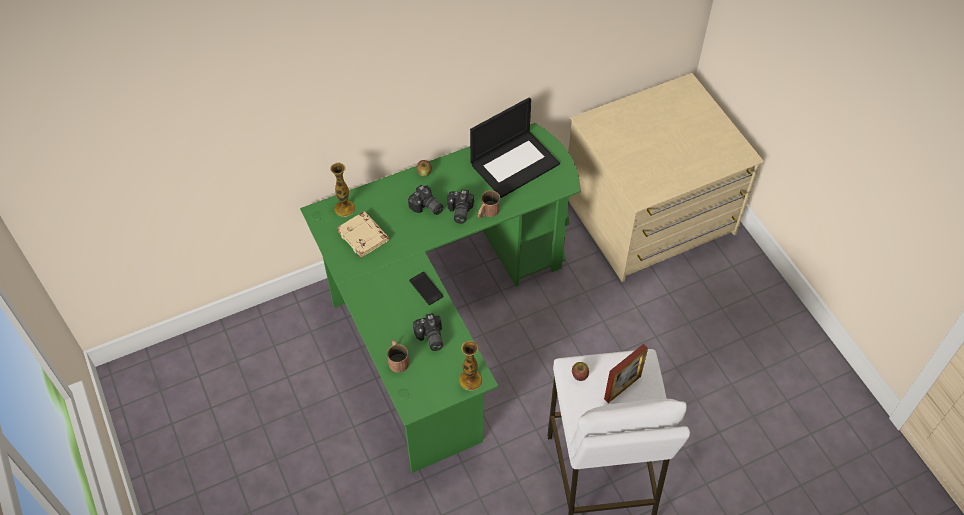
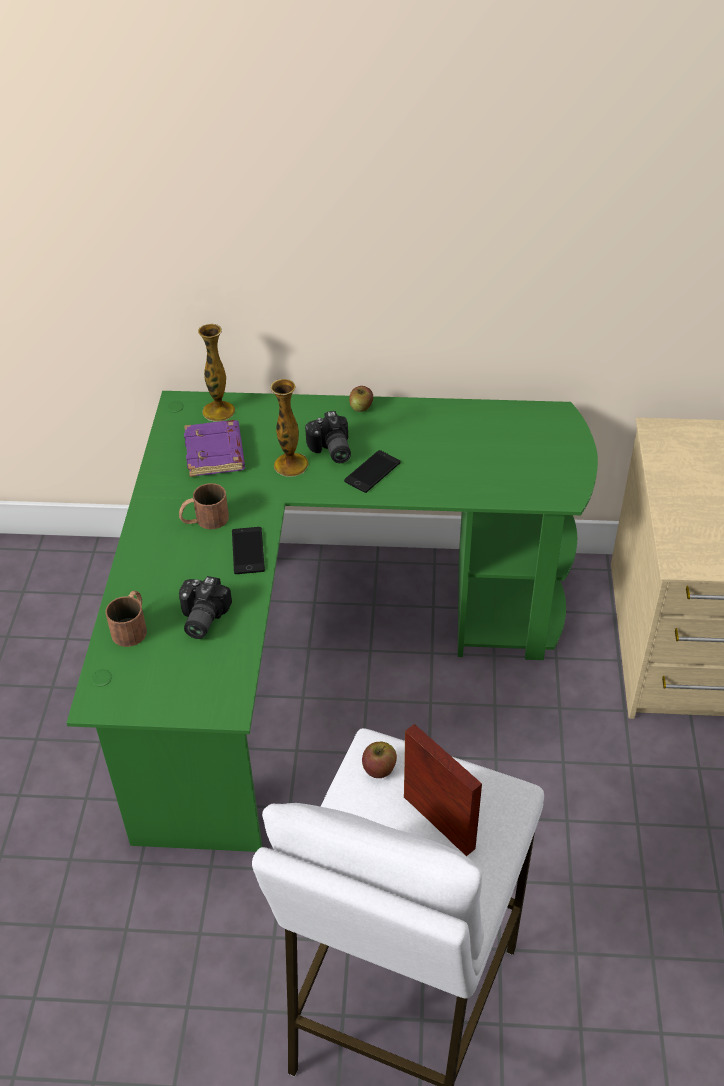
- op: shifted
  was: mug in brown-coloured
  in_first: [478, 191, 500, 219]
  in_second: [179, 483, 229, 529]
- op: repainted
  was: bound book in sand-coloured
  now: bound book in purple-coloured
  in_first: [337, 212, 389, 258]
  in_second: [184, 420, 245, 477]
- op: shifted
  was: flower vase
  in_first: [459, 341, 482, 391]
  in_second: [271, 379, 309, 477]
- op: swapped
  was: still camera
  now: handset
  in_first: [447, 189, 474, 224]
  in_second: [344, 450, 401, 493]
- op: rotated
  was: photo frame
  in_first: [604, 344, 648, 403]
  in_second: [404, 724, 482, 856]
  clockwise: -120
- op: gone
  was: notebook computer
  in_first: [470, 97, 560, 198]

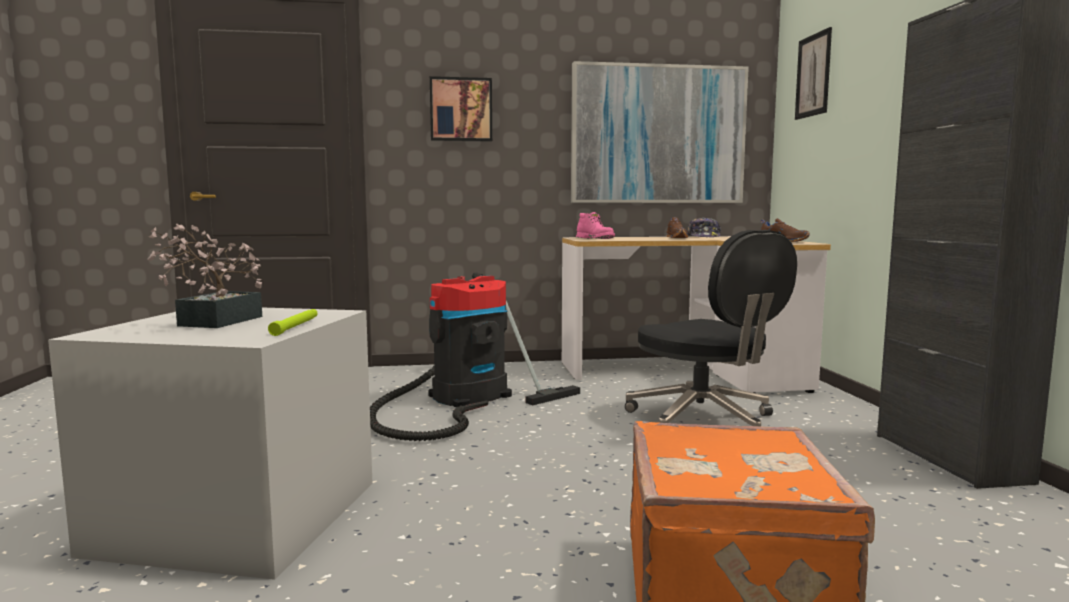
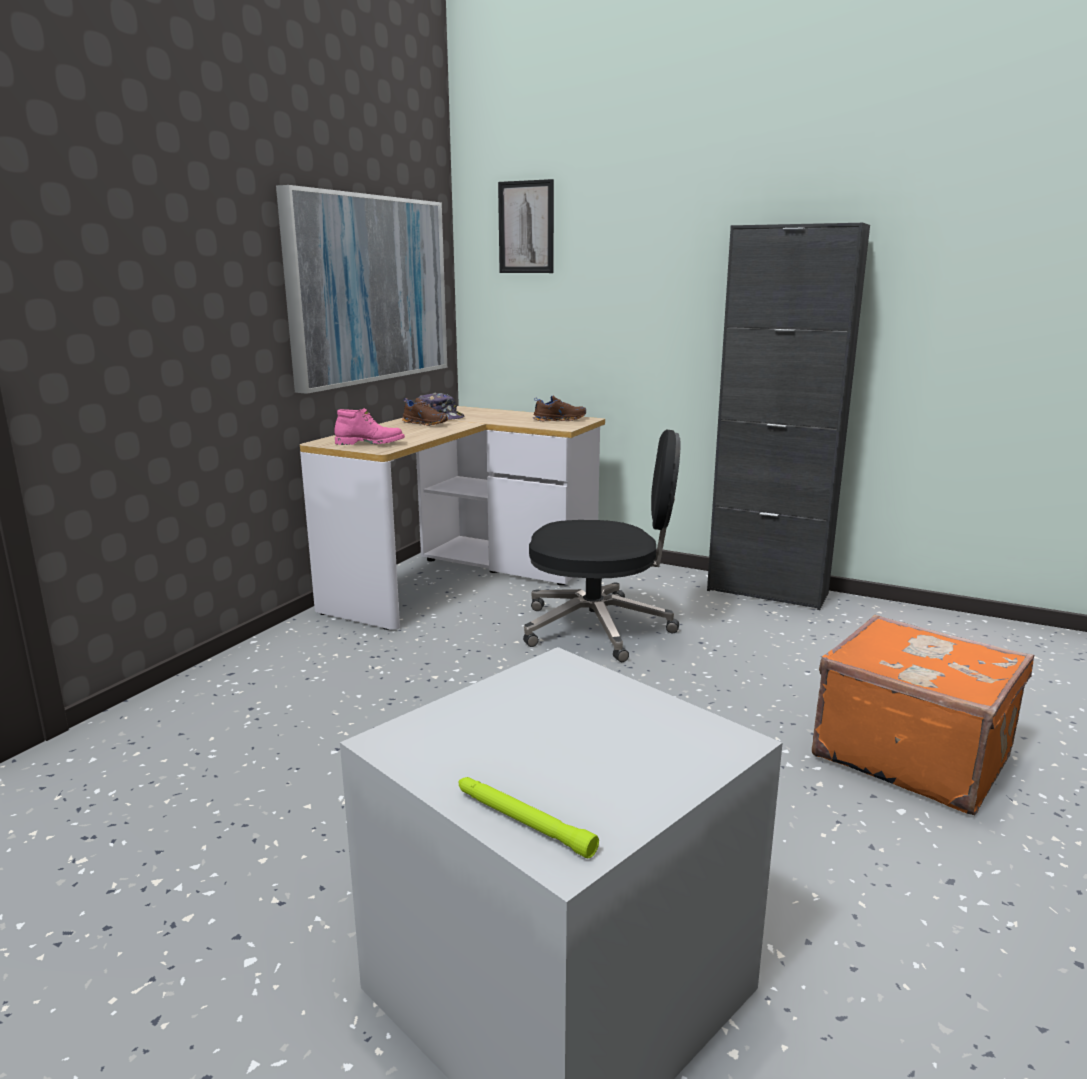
- op: shifted
  was: torch in green-coloured
  in_first: [268, 309, 318, 336]
  in_second: [458, 777, 599, 858]
- op: gone
  was: houseplant
  in_first: [147, 223, 262, 328]
- op: gone
  was: vacuum cleaner
  in_first: [370, 273, 580, 441]
- op: gone
  was: picture
  in_first: [430, 76, 492, 142]

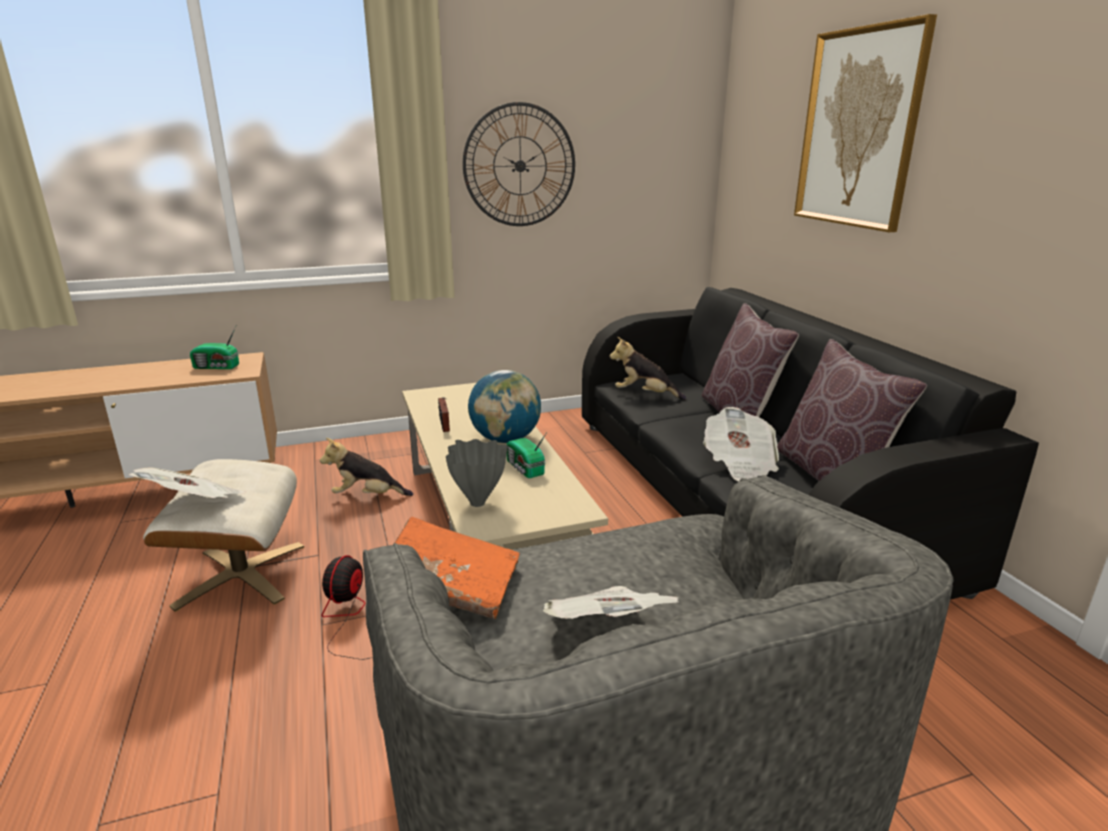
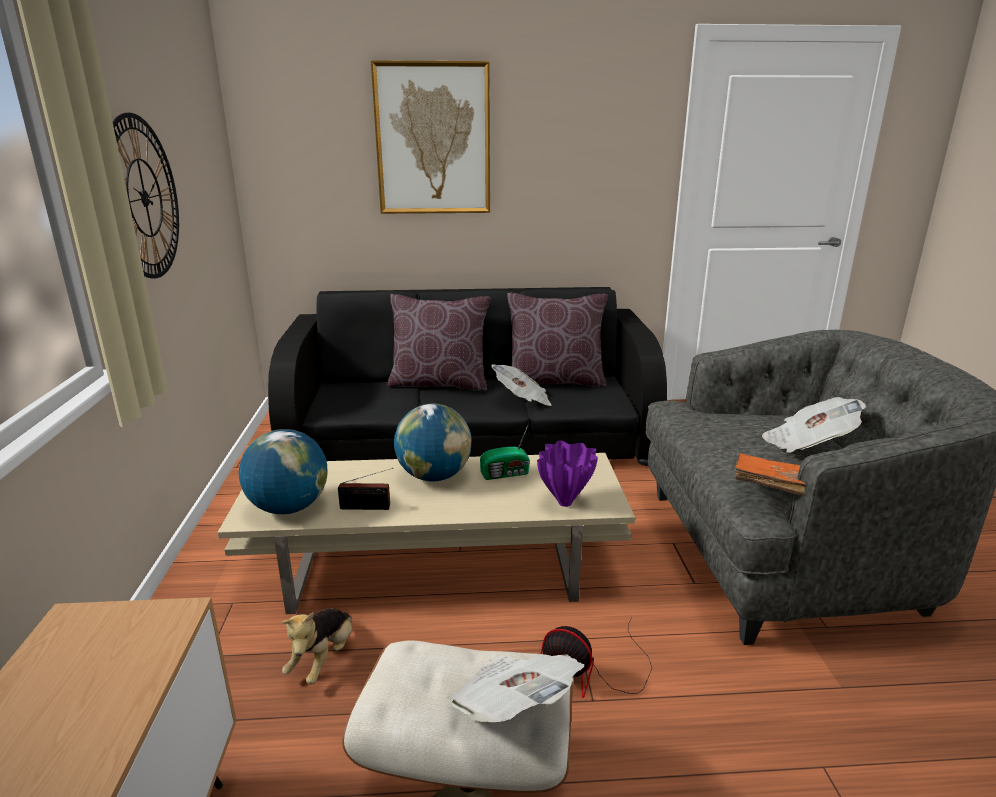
- op: new
  now: world globe
  in_second: [239, 429, 327, 514]
- op: repainted
  was: flower vase in gray
  now: flower vase in purple-coloured
  in_first: [446, 439, 508, 507]
  in_second: [537, 441, 598, 507]
- op: gone
  was: radio
  in_first: [190, 326, 239, 369]
- op: gone
  was: cuddly toy
  in_first: [610, 337, 686, 400]

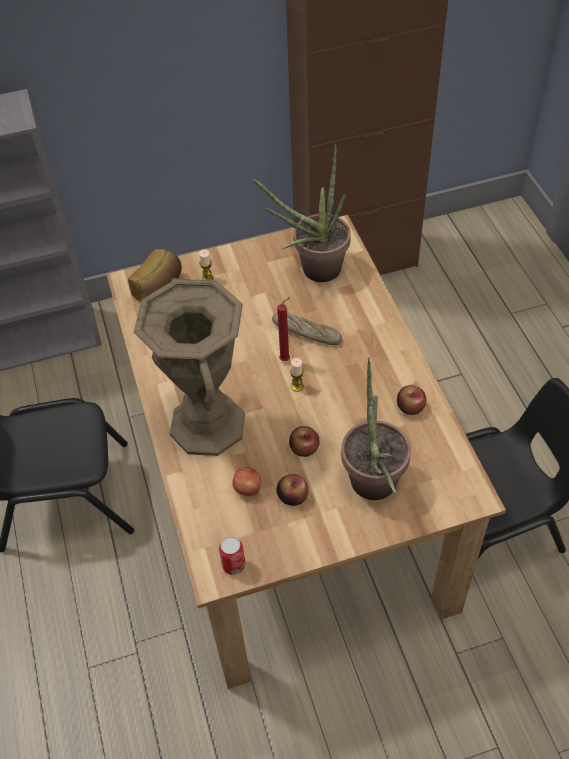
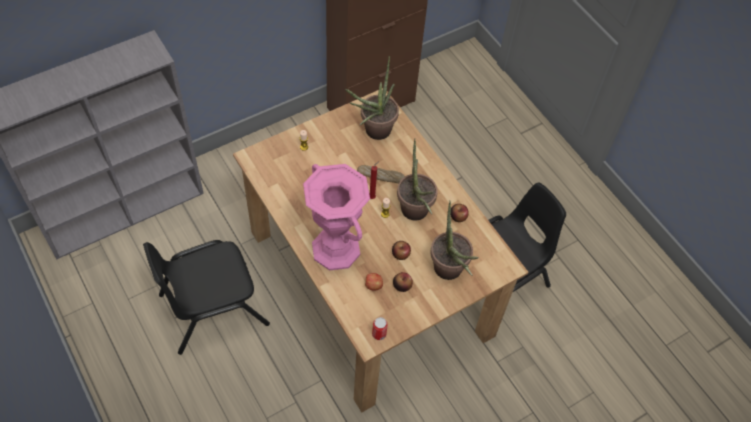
- op: repainted
  was: flower vase in brown-coloured
  now: flower vase in pinkish
  in_first: [134, 278, 245, 456]
  in_second: [303, 164, 370, 270]
- op: new
  now: houseplant
  in_second: [397, 138, 438, 220]
- op: gone
  was: bread
  in_first: [128, 249, 182, 302]

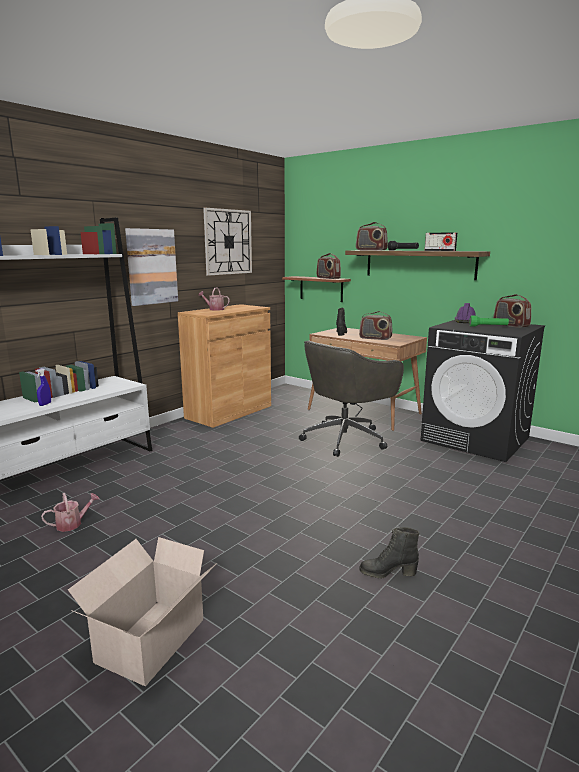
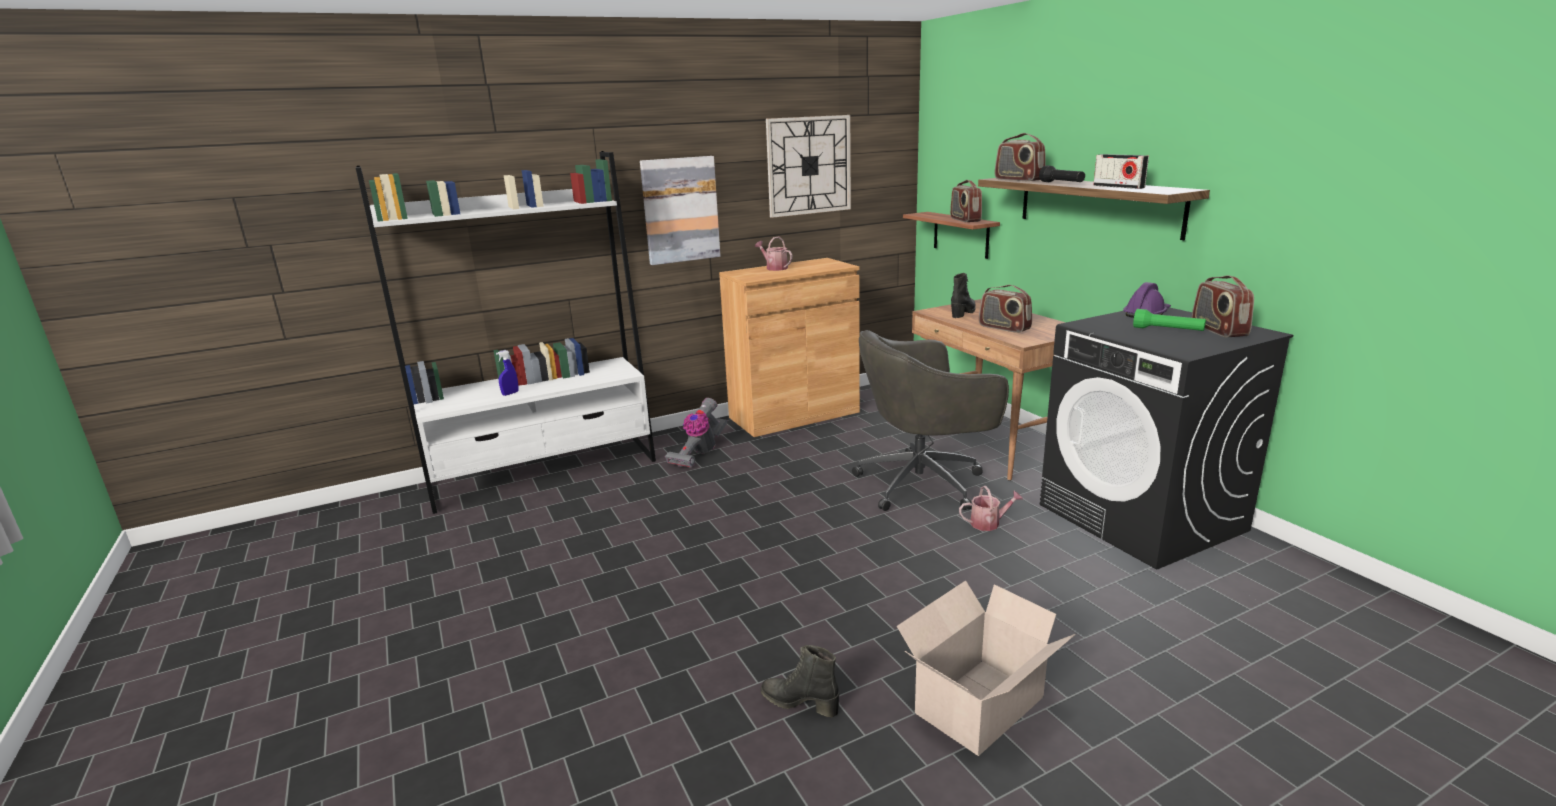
- op: new
  now: vacuum cleaner
  in_second: [665, 398, 727, 468]
- op: shifted
  was: carton
  in_first: [68, 537, 217, 686]
  in_second: [897, 580, 1076, 756]
- op: shifted
  was: watering pot
  in_first: [41, 493, 100, 532]
  in_second: [959, 486, 1023, 531]

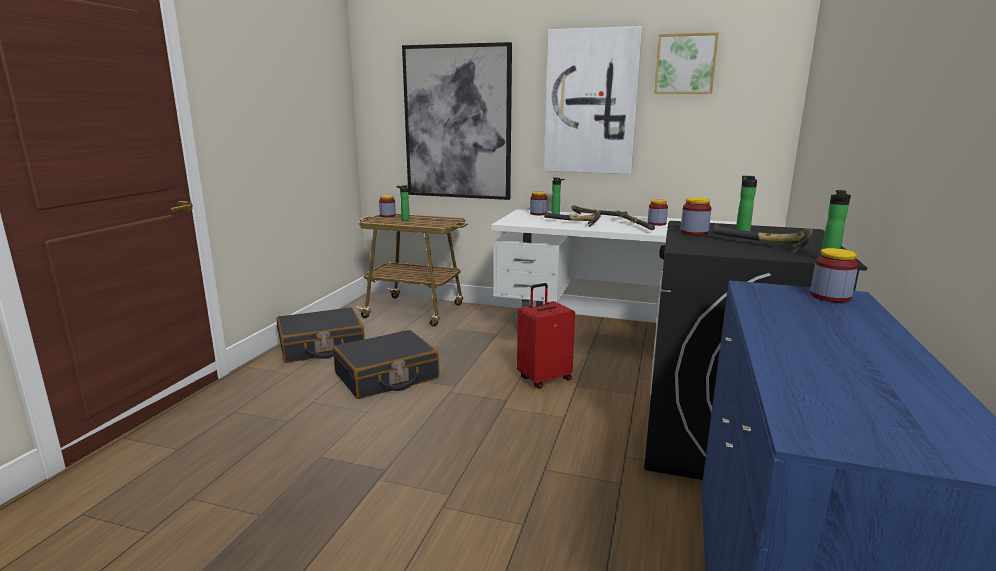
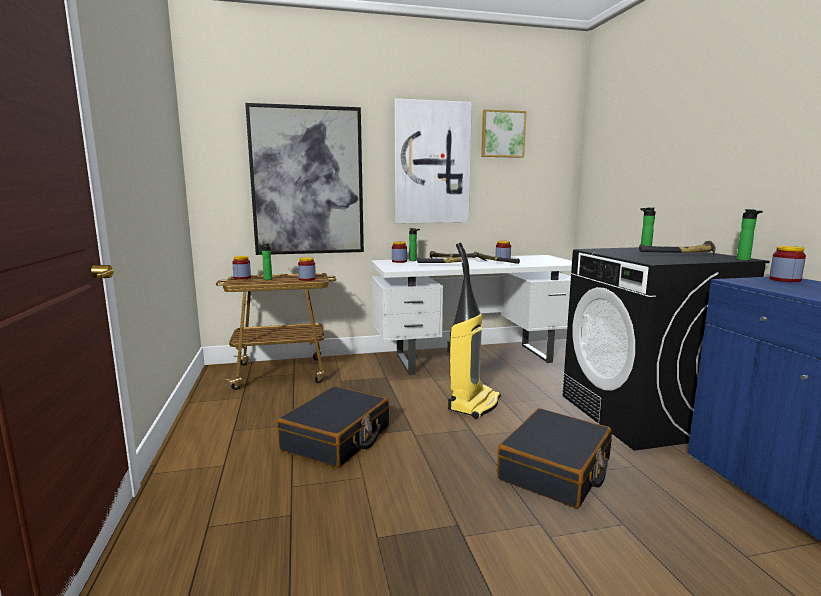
- op: shifted
  was: jar
  in_first: [680, 197, 712, 236]
  in_second: [298, 257, 316, 281]
- op: swapped
  was: travel case in red
  now: vacuum cleaner
  in_first: [517, 283, 575, 389]
  in_second: [447, 242, 501, 419]
- op: shifted
  was: travel case in black-coloured
  in_first: [277, 307, 365, 363]
  in_second: [497, 408, 612, 509]

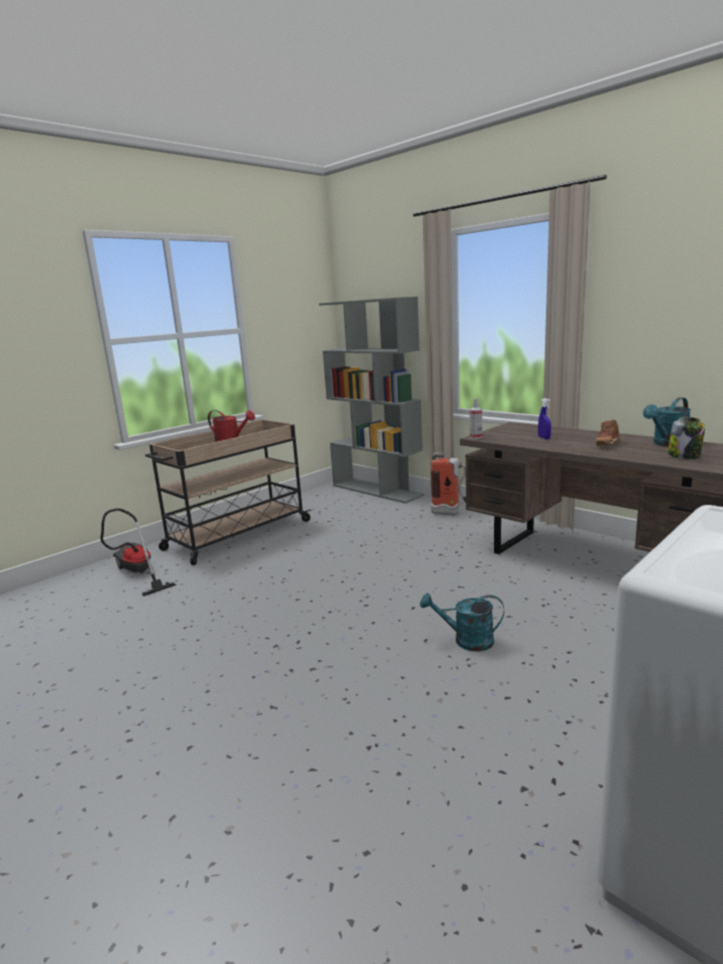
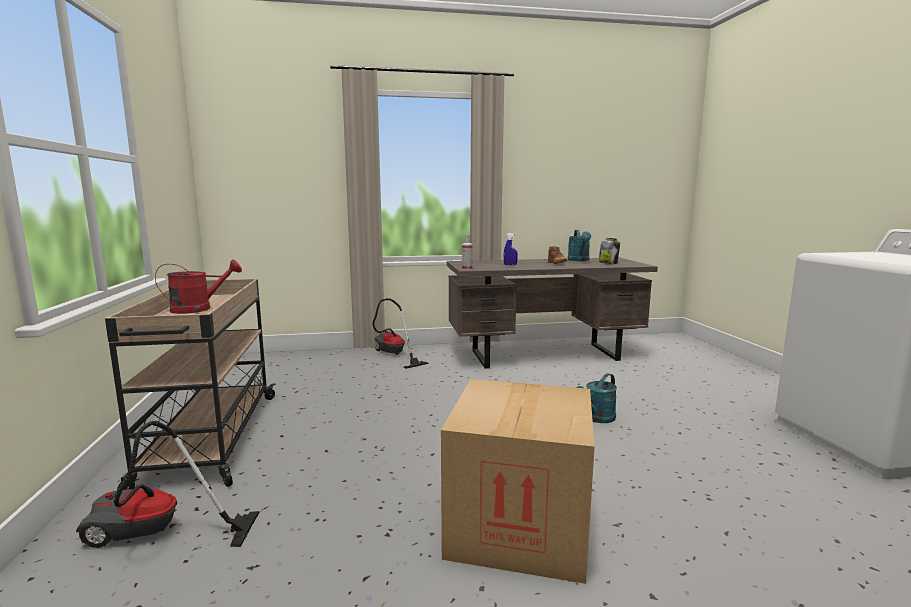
- op: swapped
  was: extinguisher
  now: vacuum cleaner
  in_first: [431, 452, 466, 515]
  in_second: [373, 298, 429, 369]
- op: new
  now: carton
  in_second: [441, 379, 595, 584]
- op: gone
  was: shelving unit in gray
  in_first: [319, 297, 424, 503]

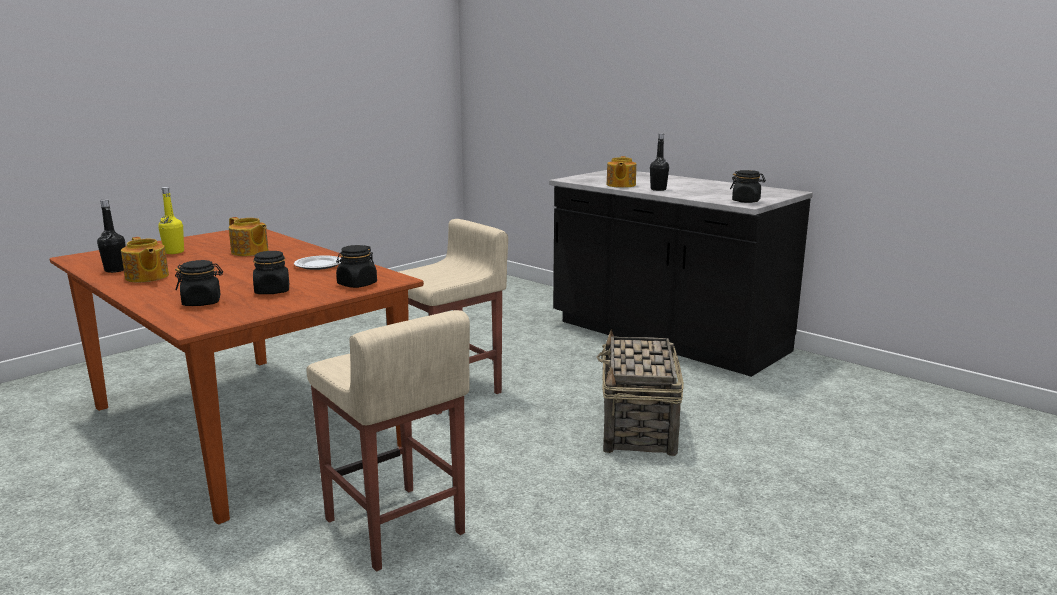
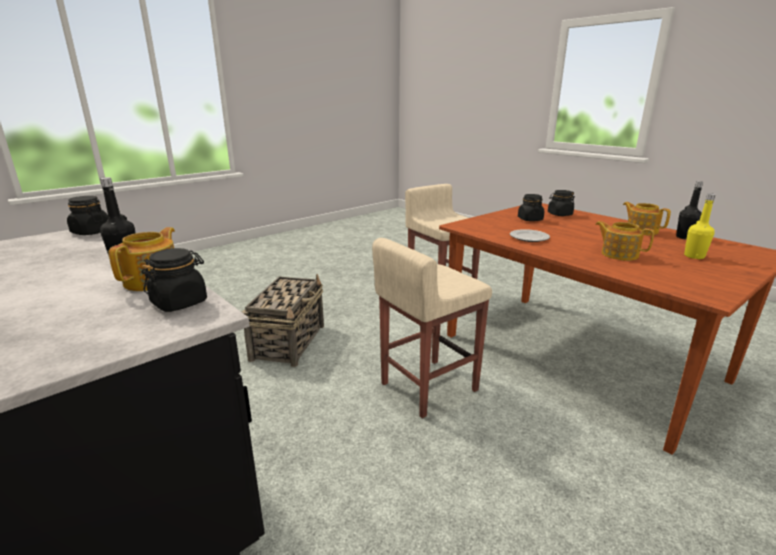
- op: shifted
  was: jar in black-coloured
  in_first: [336, 245, 377, 288]
  in_second: [142, 248, 207, 312]

